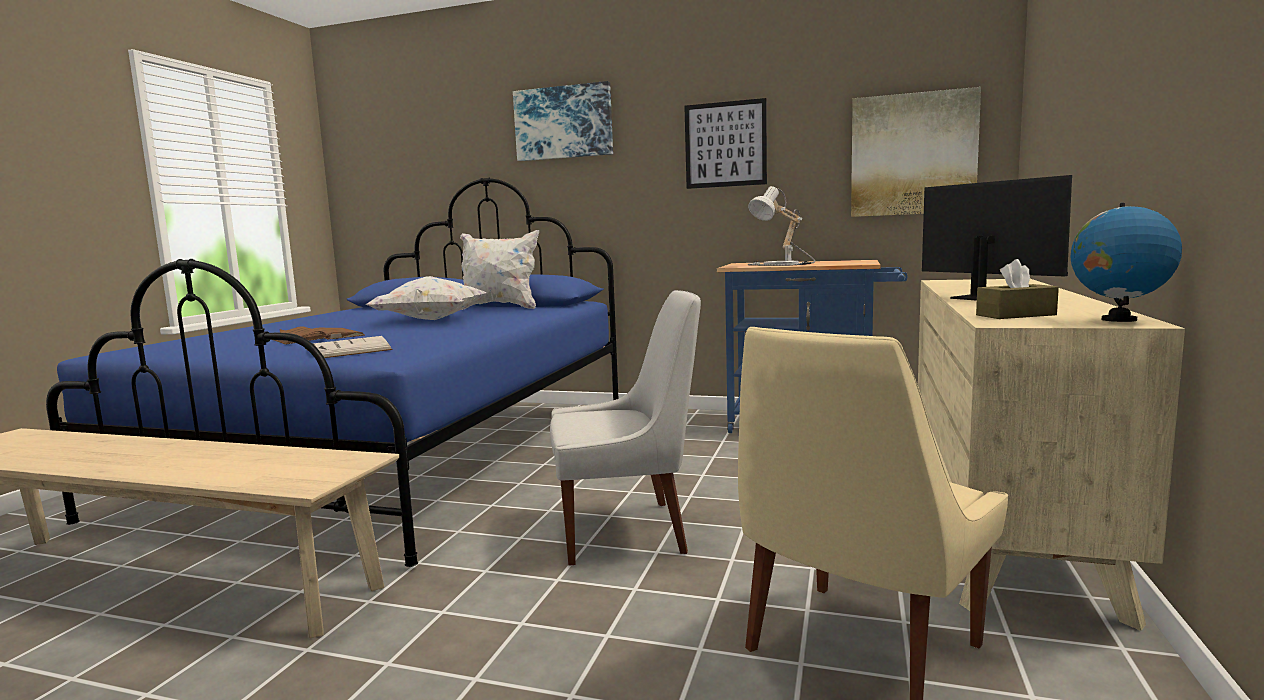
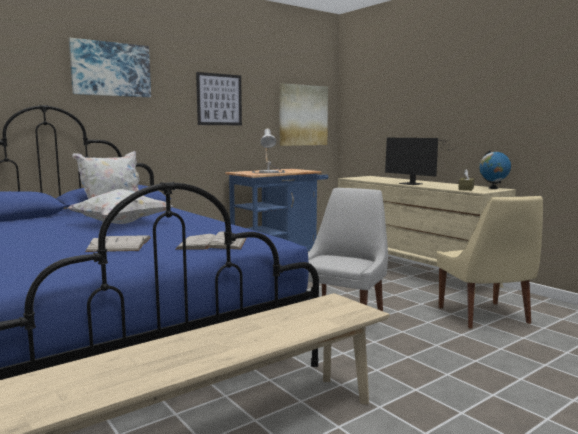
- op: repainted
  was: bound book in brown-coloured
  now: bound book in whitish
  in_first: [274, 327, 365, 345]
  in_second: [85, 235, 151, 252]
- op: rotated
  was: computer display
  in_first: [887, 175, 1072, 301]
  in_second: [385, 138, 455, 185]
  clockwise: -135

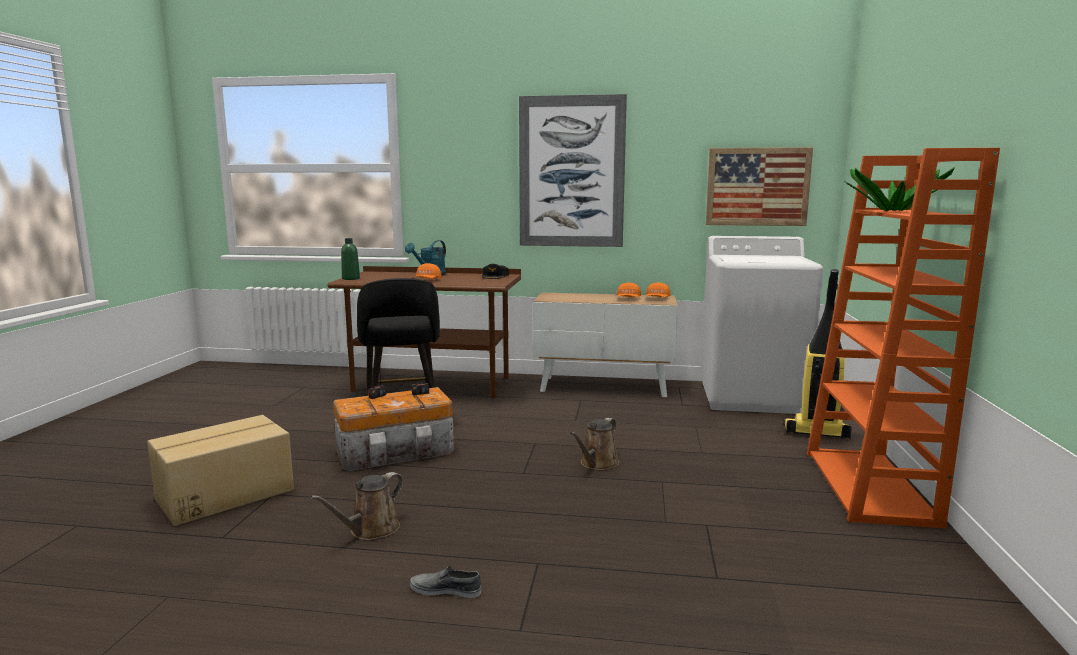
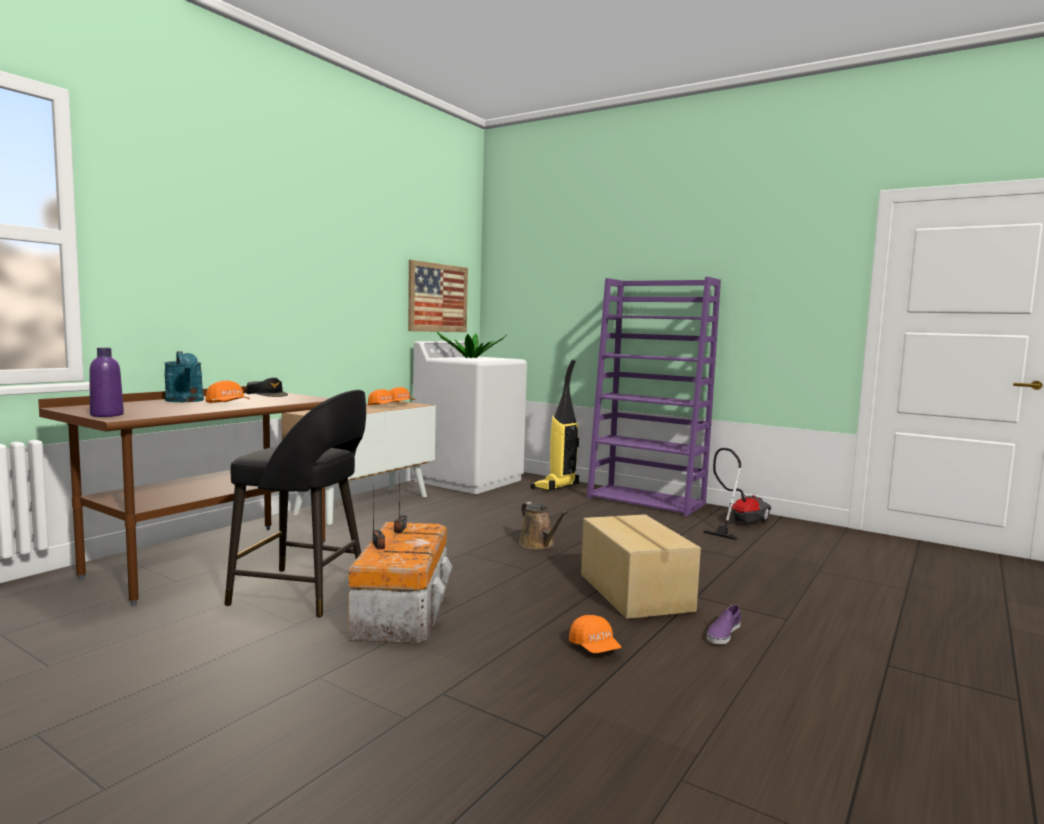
- op: repainted
  was: beverage bottle in green-coloured
  now: beverage bottle in purple-coloured
  in_first: [341, 238, 360, 280]
  in_second: [89, 348, 124, 417]
- op: shifted
  was: houseplant
  in_first: [844, 167, 955, 211]
  in_second: [437, 331, 507, 358]
- op: swapped
  was: watering pot in brown-coloured
  now: peaked cap in orange-coloured
  in_first: [311, 472, 403, 540]
  in_second: [569, 615, 621, 653]
- op: shifted
  was: carton
  in_first: [147, 415, 294, 526]
  in_second: [581, 514, 701, 619]
- op: repainted
  was: shelving unit in orange-coloured
  now: shelving unit in purple-coloured
  in_first: [807, 148, 1000, 528]
  in_second: [587, 277, 721, 516]
- op: new
  now: vacuum cleaner
  in_second: [703, 448, 771, 540]
- op: repainted
  was: item of footwear in gray
  now: item of footwear in purple-coloured
  in_first: [410, 566, 481, 598]
  in_second: [707, 605, 741, 644]
- op: gone
  was: picture
  in_first: [519, 94, 627, 247]

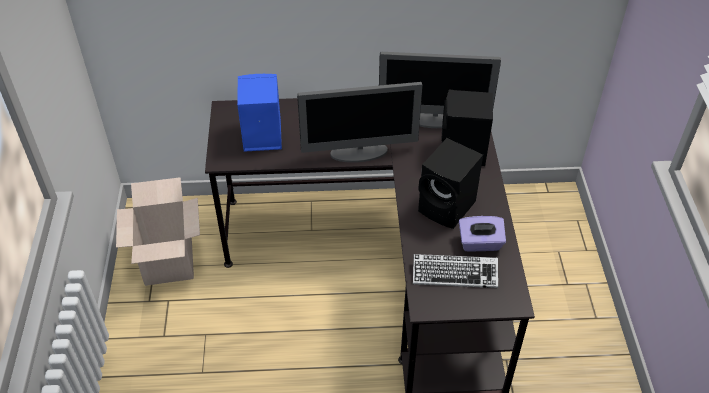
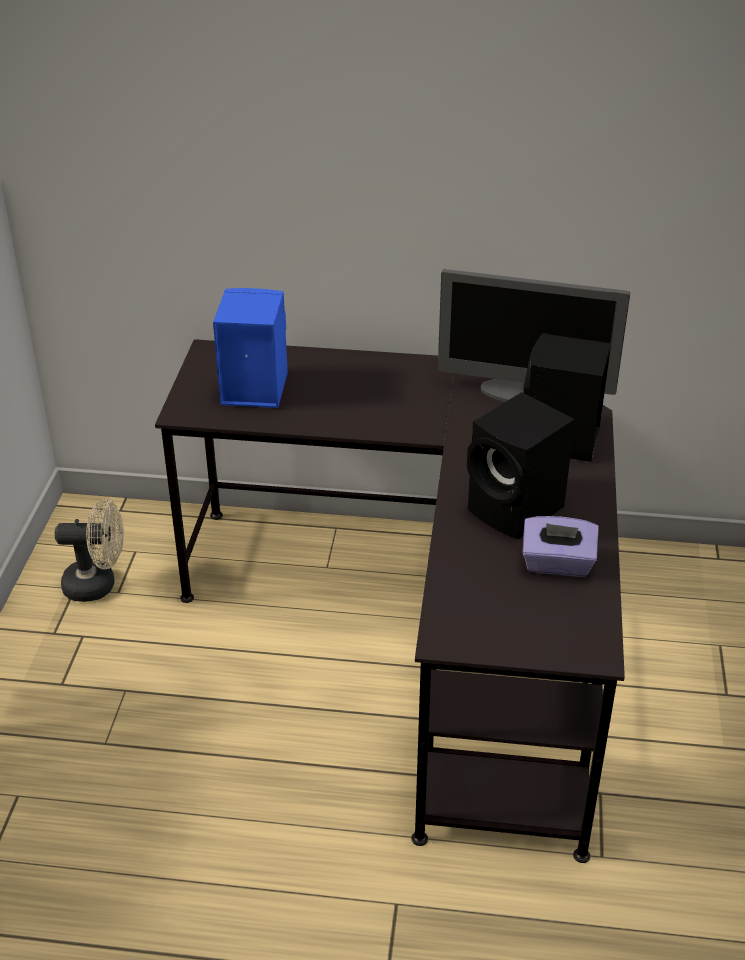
- op: swapped
  was: carton
  now: fan in sand-coloured
  in_first: [116, 177, 200, 286]
  in_second: [55, 499, 124, 602]
- op: gone
  was: computer display
  in_first: [297, 82, 423, 163]
- op: gone
  was: computer keyboard
  in_first: [413, 254, 498, 288]

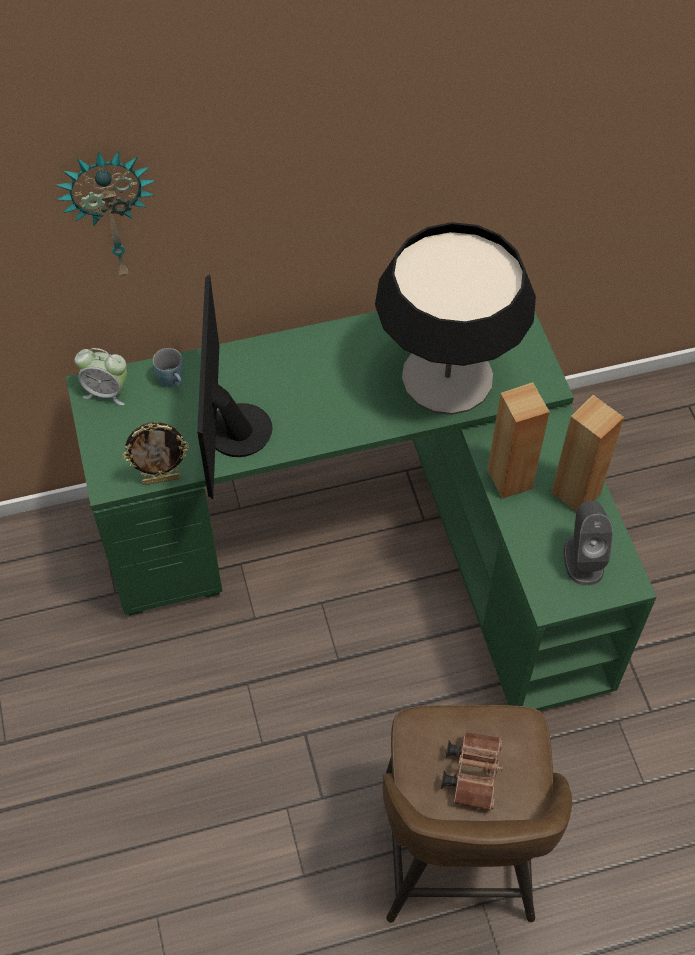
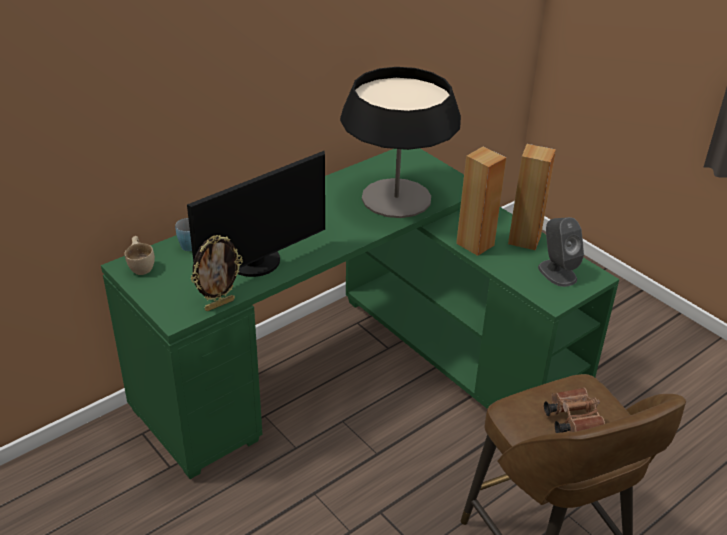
- op: swapped
  was: table clock
  now: cup in sand-coloured
  in_first: [74, 348, 127, 405]
  in_second: [125, 236, 155, 275]
- op: rotated
  was: computer display
  in_first: [197, 274, 272, 499]
  in_second: [187, 151, 325, 277]
  clockwise: -105
- op: gone
  was: wall clock
  in_first: [55, 151, 156, 279]

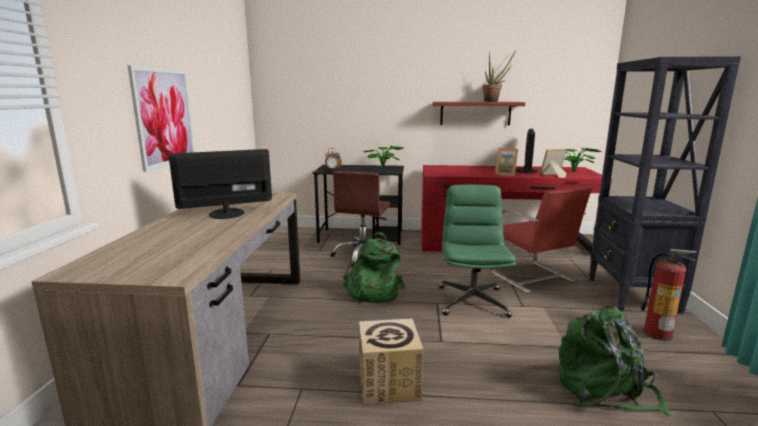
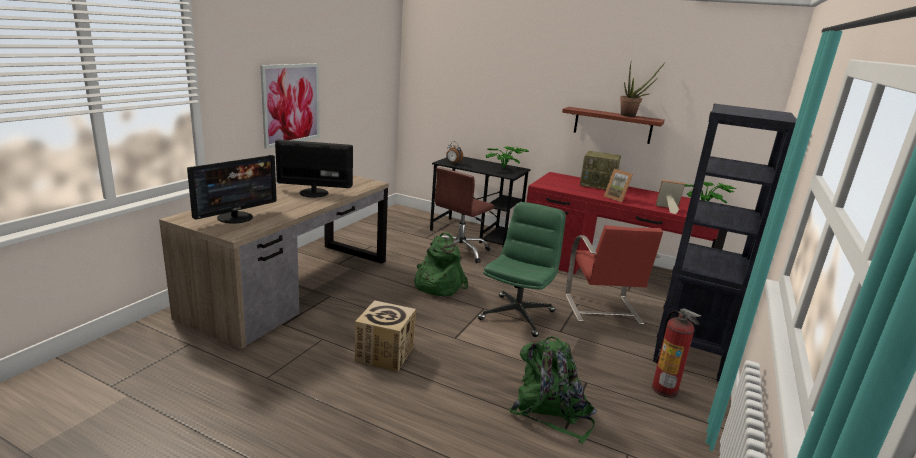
- op: shifted
  was: computer display
  in_first: [515, 129, 538, 173]
  in_second: [187, 155, 277, 224]
- op: new
  now: radio
  in_second: [580, 151, 621, 190]

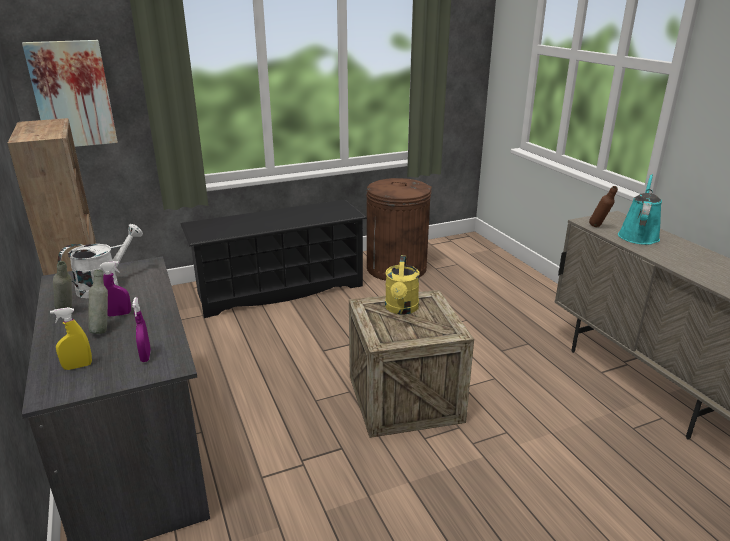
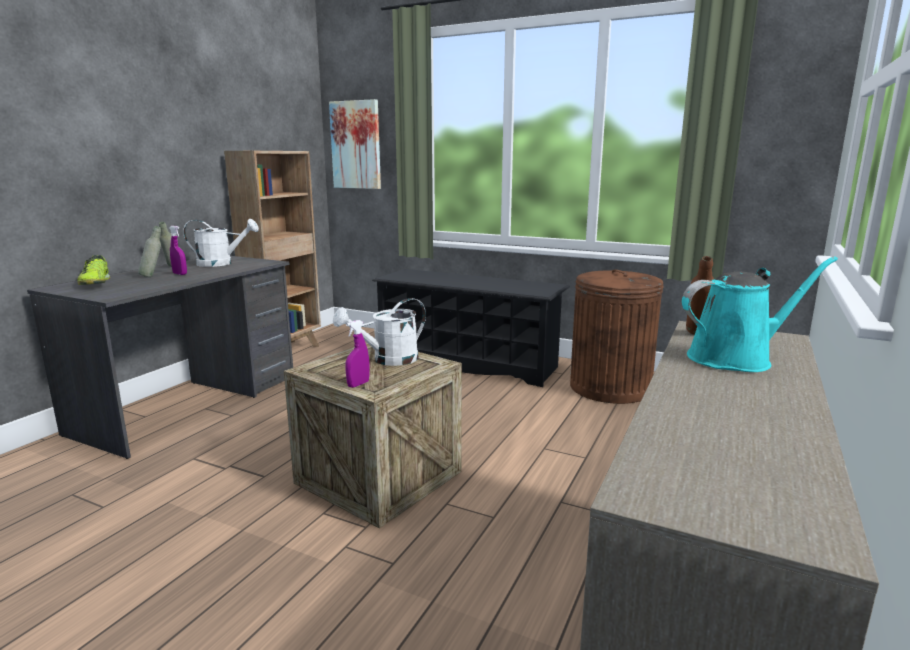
- op: swapped
  was: spray bottle in yellowish
  now: item of footwear
  in_first: [50, 307, 92, 370]
  in_second: [77, 255, 110, 285]
- op: repainted
  was: watering pot in yellowish
  now: watering pot in whitish
  in_first: [385, 255, 420, 315]
  in_second: [333, 298, 426, 366]
- op: shifted
  was: spray bottle in purple-coloured
  in_first: [132, 297, 151, 362]
  in_second: [345, 320, 369, 388]

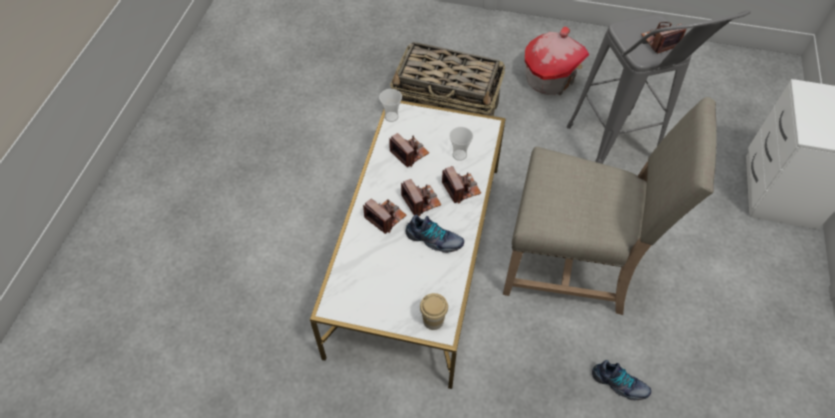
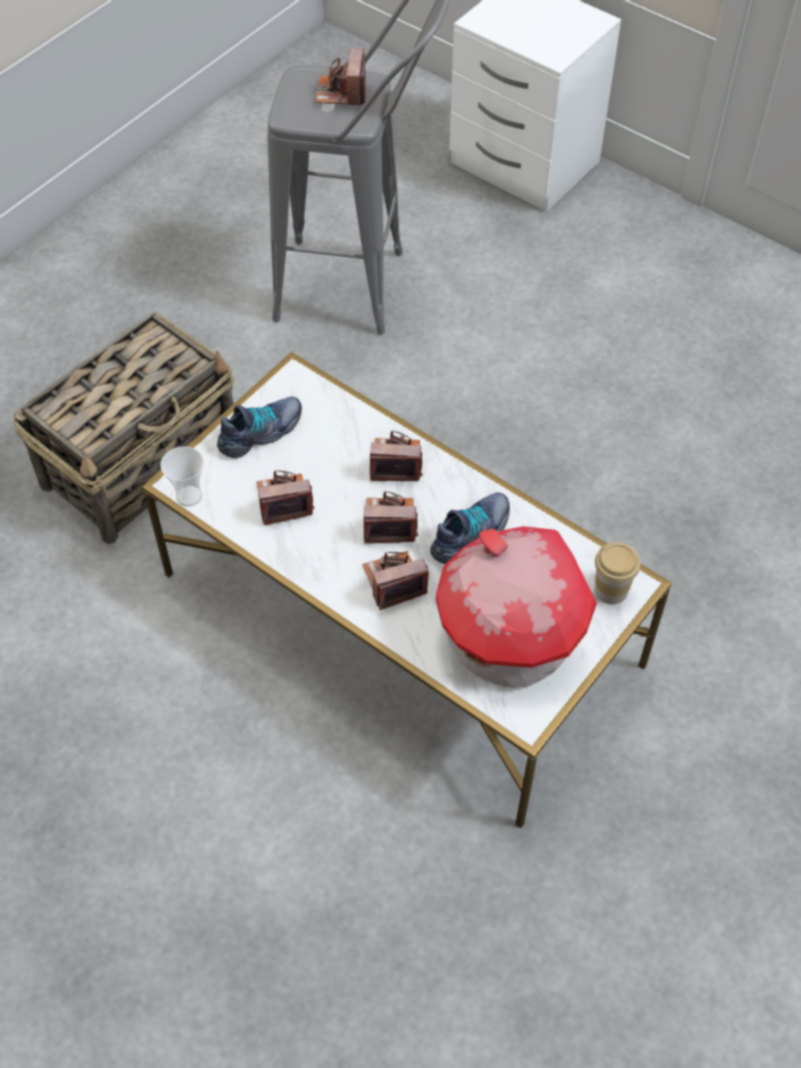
- op: shifted
  was: item of footwear
  in_first: [592, 360, 651, 400]
  in_second: [217, 397, 302, 458]
- op: shifted
  was: model house
  in_first: [525, 27, 589, 95]
  in_second: [436, 526, 597, 688]
- op: gone
  was: cup
  in_first: [449, 127, 473, 161]
- op: gone
  was: plain chair in sand-coloured
  in_first: [503, 97, 717, 315]

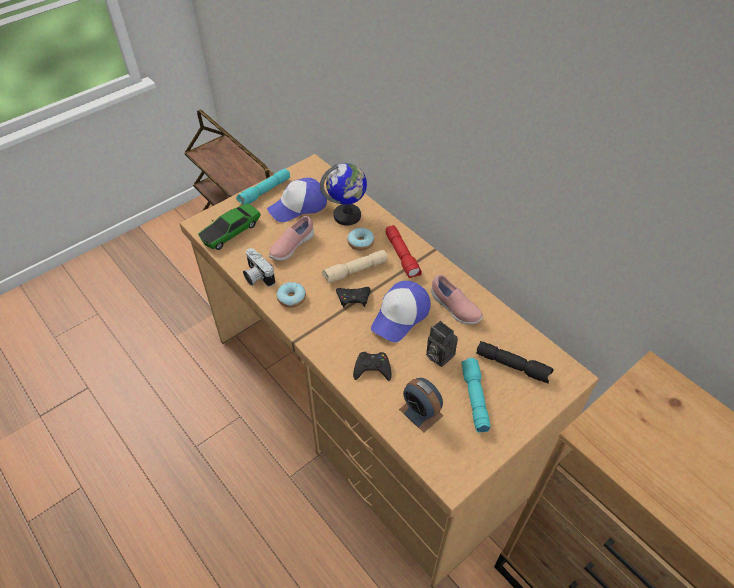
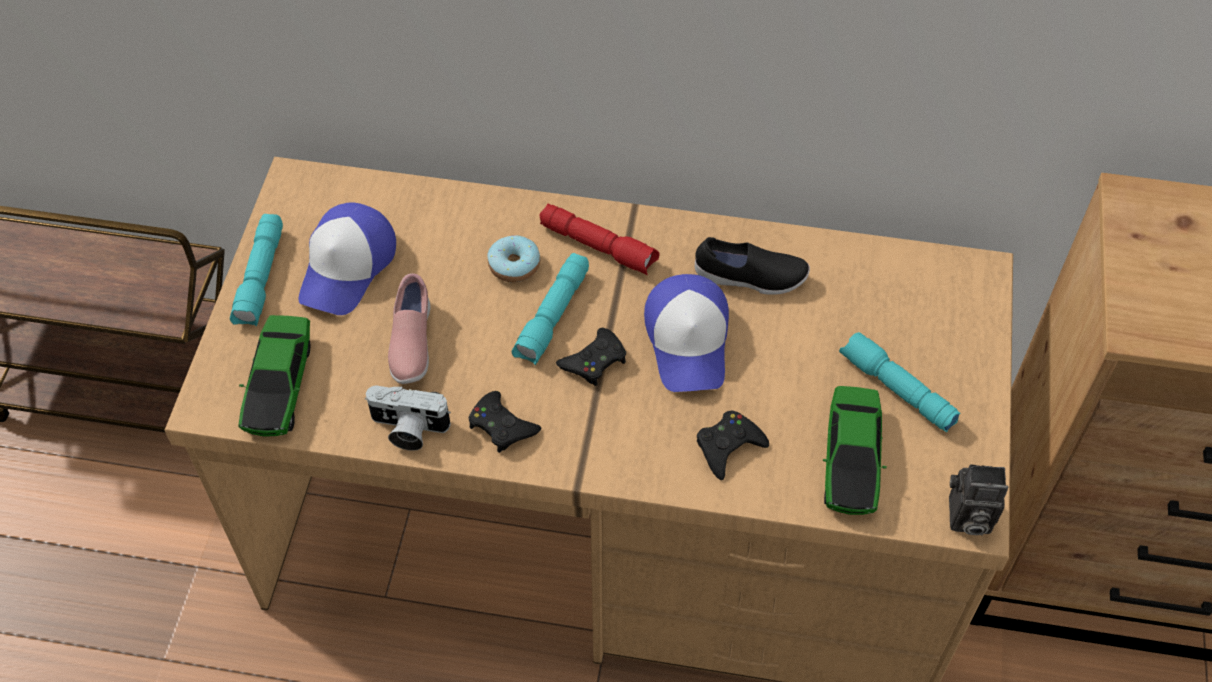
- op: swapped
  was: donut
  now: joypad in black-coloured
  in_first: [277, 282, 306, 308]
  in_second: [469, 391, 541, 453]
- op: repainted
  was: torch in sand-coloured
  now: torch in turquoise
  in_first: [322, 250, 388, 284]
  in_second: [512, 253, 589, 365]
- op: repainted
  was: item of footwear in pinkish
  now: item of footwear in black-coloured
  in_first: [431, 275, 483, 325]
  in_second: [695, 237, 810, 295]
- op: swapped
  was: table clock
  now: miniature car
  in_first: [399, 378, 444, 433]
  in_second: [823, 386, 887, 515]
- op: shifted
  was: still camera
  in_first: [426, 321, 458, 367]
  in_second: [949, 464, 1008, 536]
- op: gone
  was: world globe
  in_first: [320, 163, 367, 226]
- op: gone
  was: torch in black-coloured
  in_first: [476, 341, 553, 384]

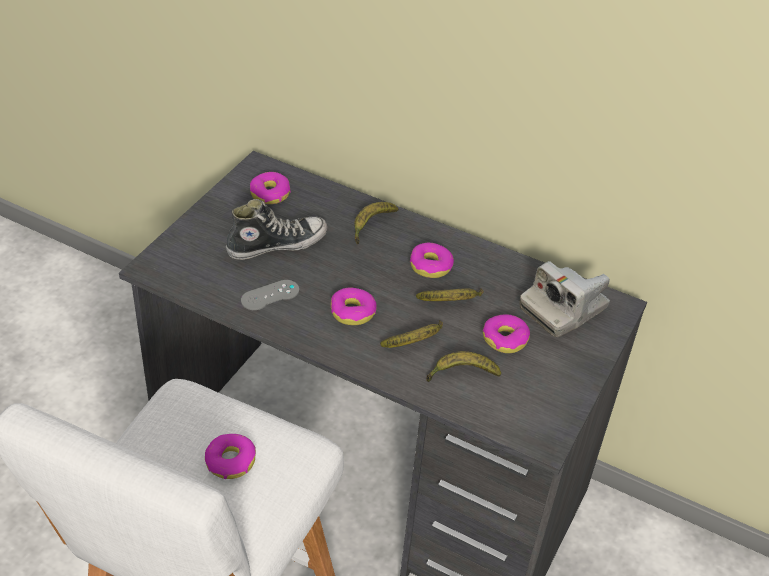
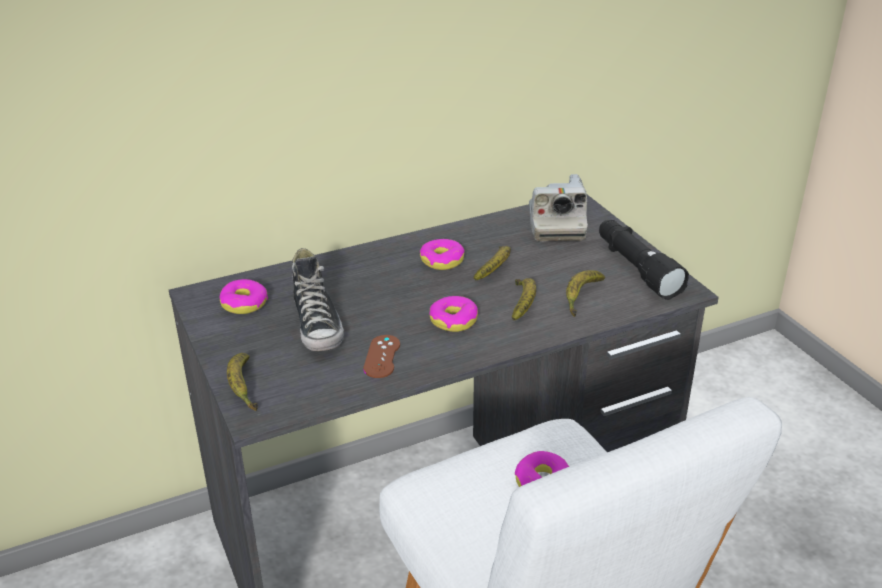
- op: shifted
  was: banana fruit
  in_first: [354, 202, 399, 244]
  in_second: [227, 353, 258, 411]
- op: rotated
  was: item of footwear
  in_first: [226, 199, 328, 260]
  in_second: [292, 248, 344, 351]
  clockwise: 150
- op: repainted
  was: joypad in gray
  now: joypad in brown-coloured
  in_first: [241, 280, 299, 310]
  in_second: [363, 335, 400, 378]
- op: new
  now: torch in black-coloured
  in_second: [599, 220, 689, 300]
- op: gone
  was: donut
  in_first: [483, 314, 530, 353]

